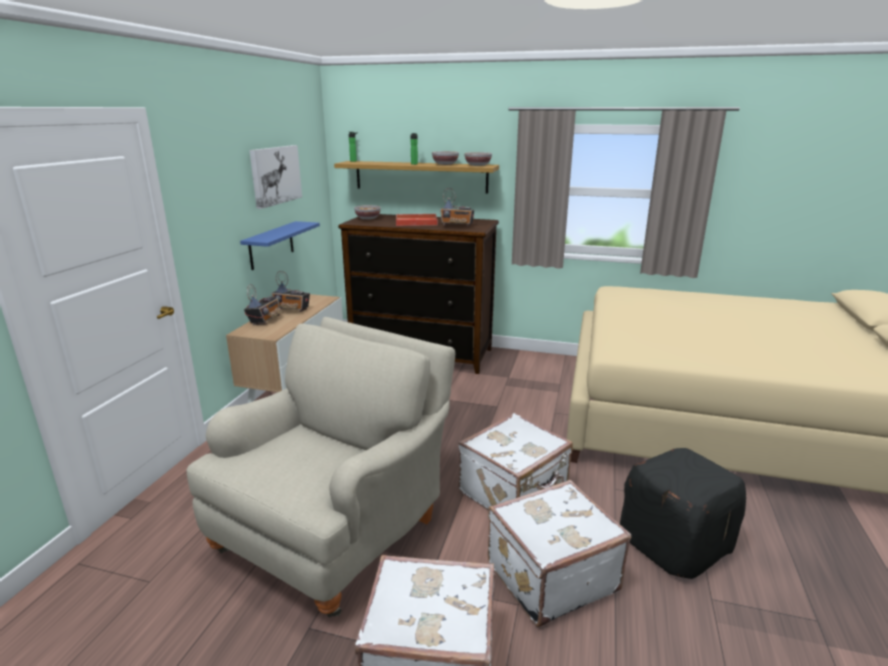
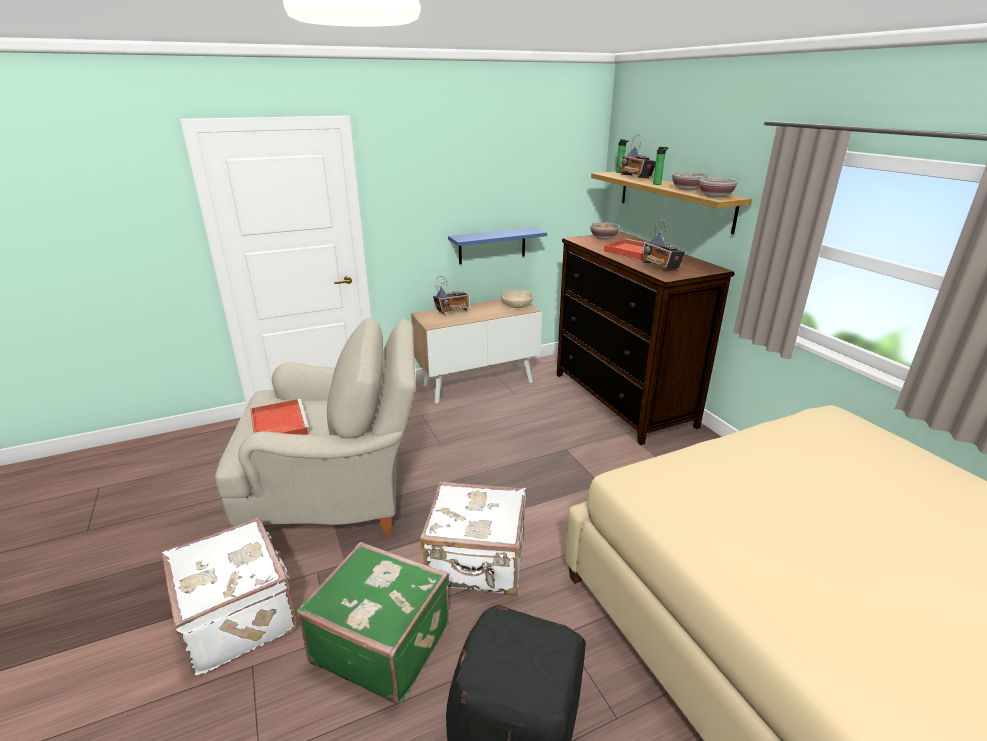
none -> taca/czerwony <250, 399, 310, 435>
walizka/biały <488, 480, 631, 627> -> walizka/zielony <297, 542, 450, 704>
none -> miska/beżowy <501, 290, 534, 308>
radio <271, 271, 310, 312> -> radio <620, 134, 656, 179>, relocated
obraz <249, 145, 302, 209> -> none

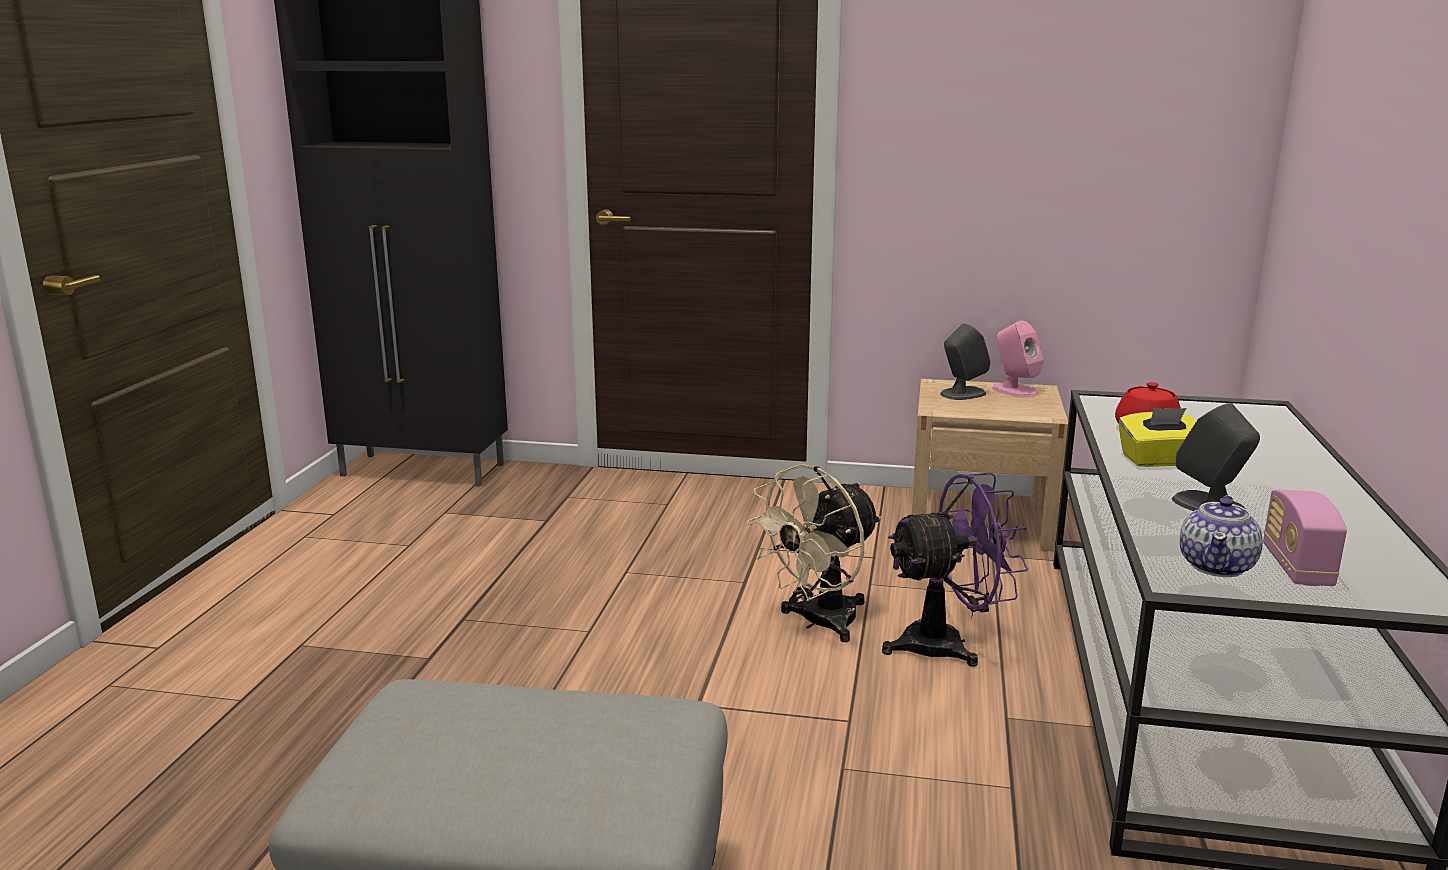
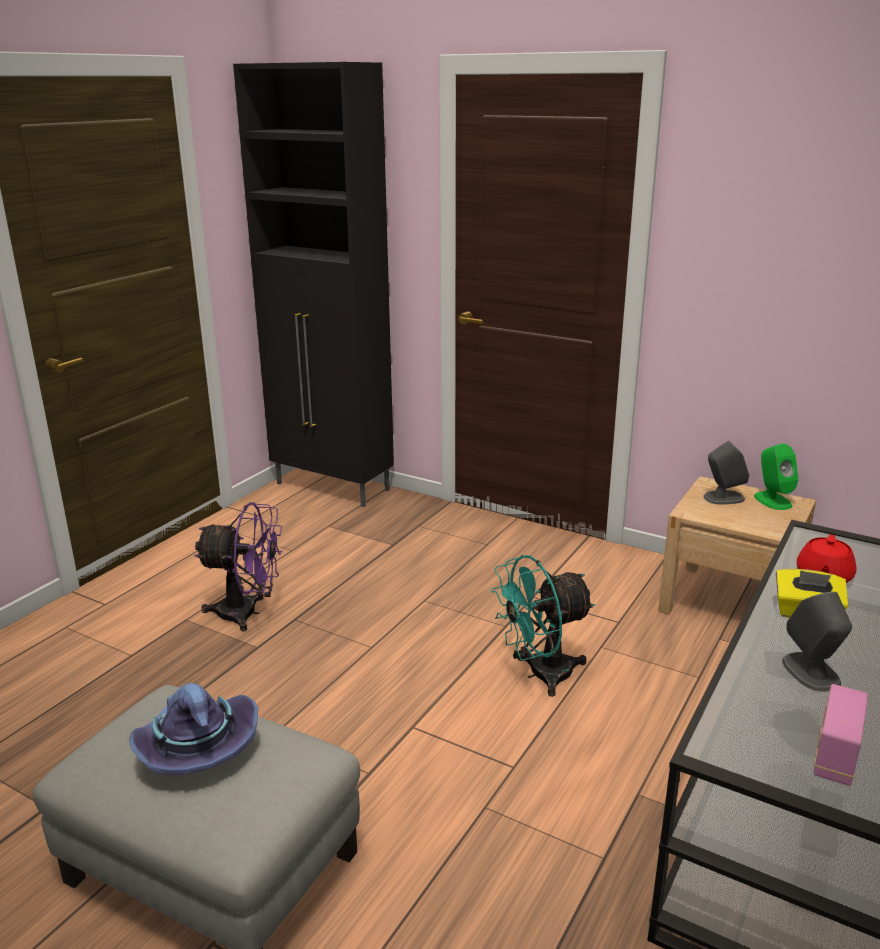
none -> kapelusz/fioletowy <129, 683, 258, 775>
wentylator/fioletowy <882, 473, 1028, 667> -> wentylator/fioletowy <194, 502, 283, 631>, relocated
wentylator/beżowy <747, 464, 881, 642> -> wentylator/turkusowy <491, 555, 595, 697>
głośnik/różowy <992, 321, 1043, 398> -> głośnik/zielony <754, 444, 799, 510>
imbryk <1180, 495, 1263, 577> -> none

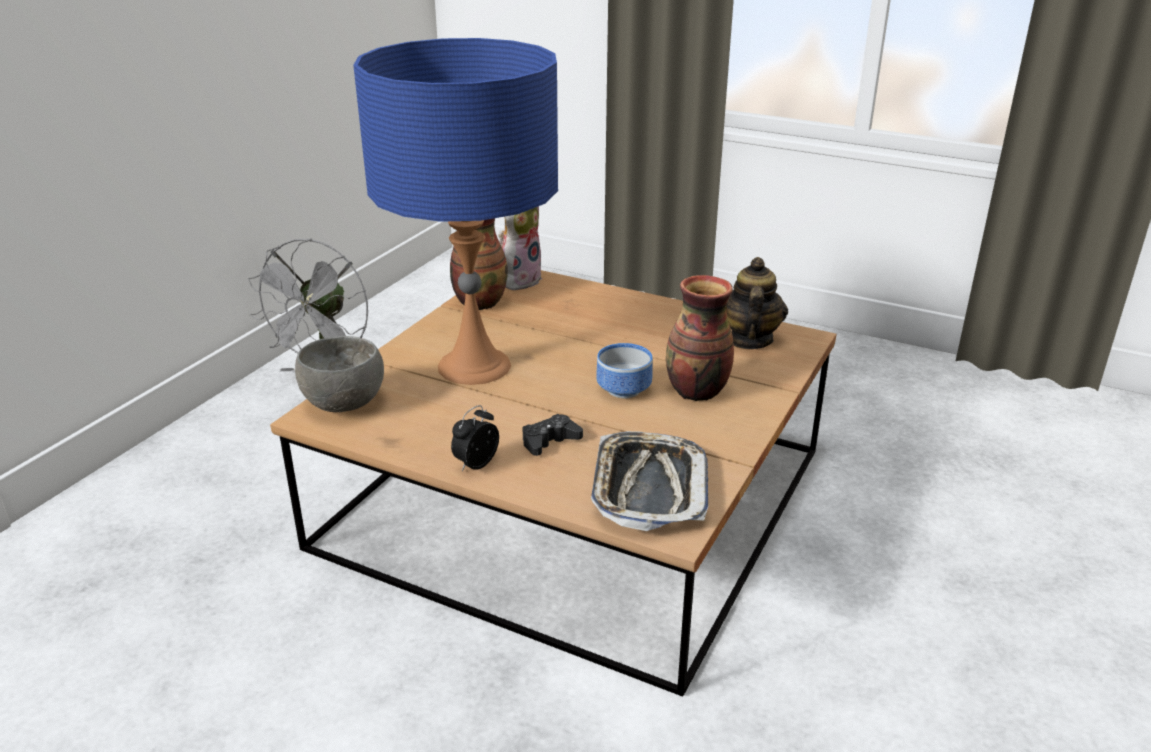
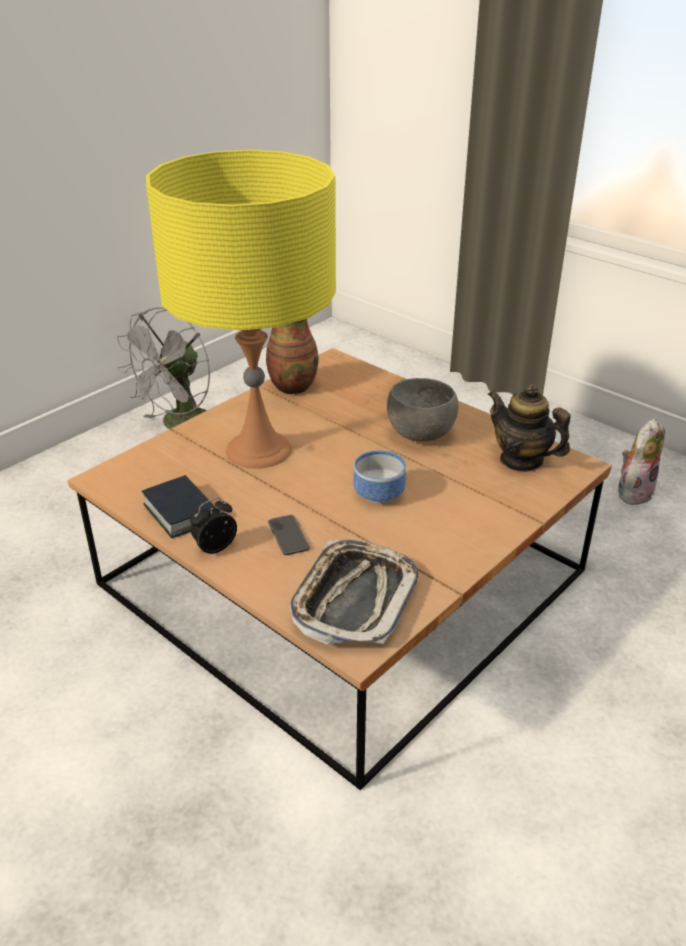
none -> książka <142, 475, 216, 539>
lampa stołowa/niebieski <353, 38, 558, 385> -> lampa stołowa/żółty <146, 150, 336, 469>
pad do gier/czarny <522, 414, 583, 456> -> telefon <268, 515, 310, 555>
miska/szary <295, 336, 384, 412> -> miska/szary <387, 378, 459, 441>, relocated
imbryk <727, 257, 788, 349> -> imbryk <488, 384, 571, 472>, 75 degrees counterclockwise
pluszak <498, 206, 543, 291> -> pluszak <618, 419, 665, 506>, relocated
wazon <666, 275, 734, 401> -> none

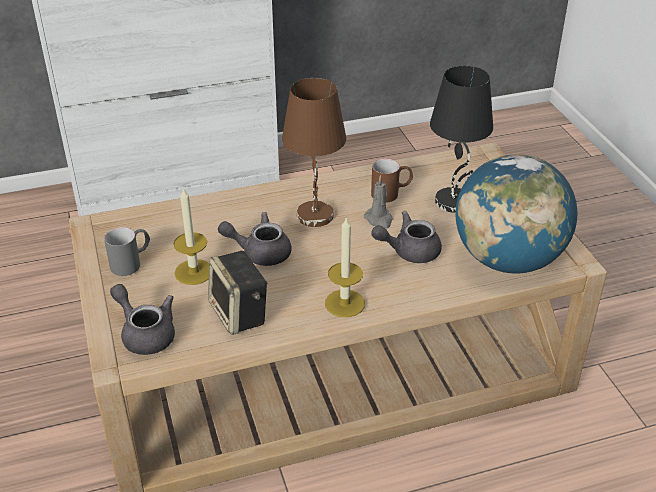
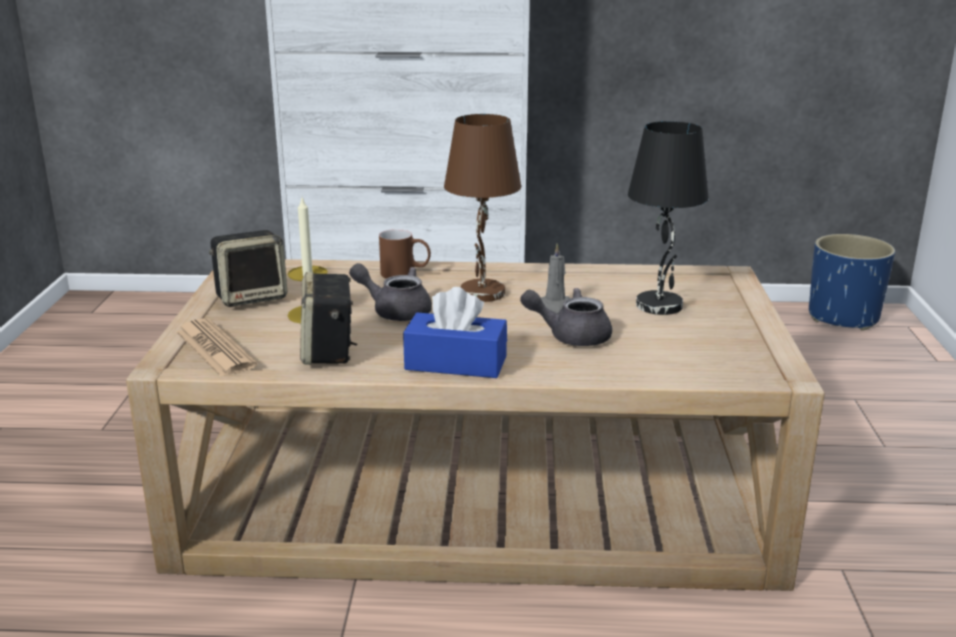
imbryk/szary <110, 284, 175, 355> -> gazeta <176, 318, 258, 377>
kubek/szary <104, 227, 150, 276> -> głośnik <209, 230, 287, 307>
kubek/brązowy <371, 159, 413, 203> -> kubek/brązowy <379, 229, 431, 279>, relocated
świeca <325, 216, 365, 317> -> pudełko chusteczek/niebieski <403, 287, 507, 378>
none -> donica/niebieski <809, 234, 895, 331>
globus <456, 154, 577, 274> -> none

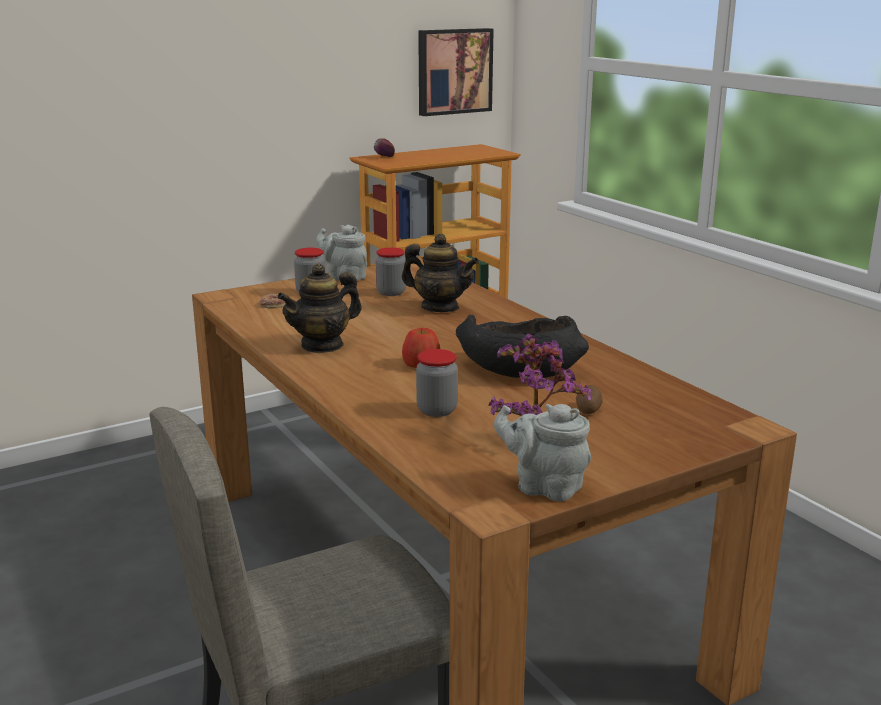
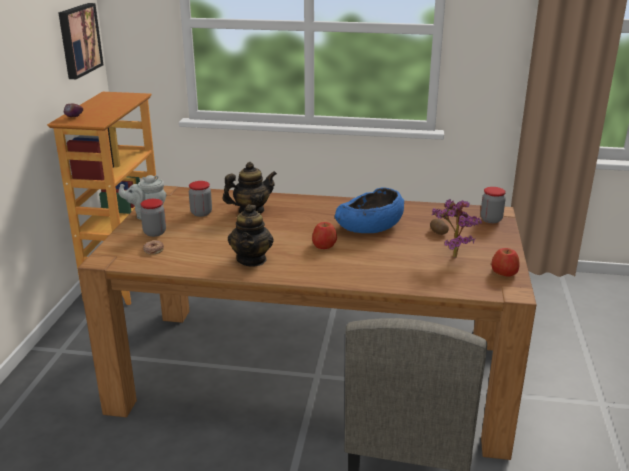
miska/czarny <456, 315, 589, 378> -> miska/niebieski <335, 187, 404, 233>
słoik <416, 349, 458, 417> -> słoik <481, 187, 506, 223>, relocated
imbryk/szary <494, 404, 591, 502> -> jabłko <491, 248, 520, 277>

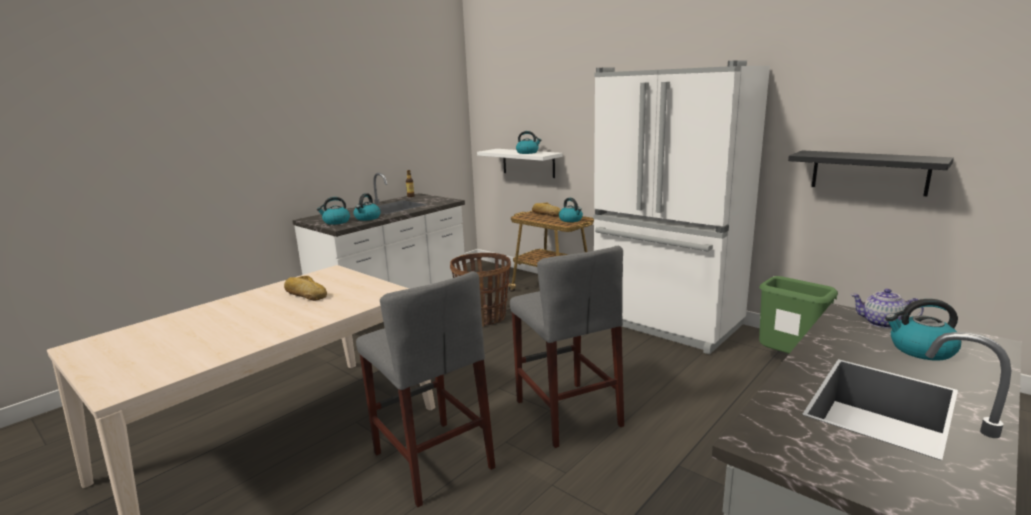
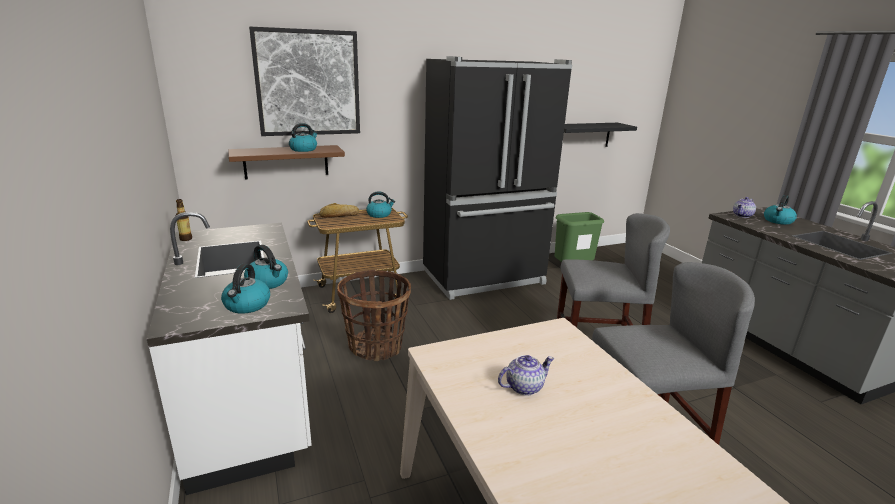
półka/biały <477, 149, 562, 178> -> półka/brązowy <229, 145, 345, 180>
none -> obraz <249, 27, 360, 136>
lodówka/biały <594, 60, 770, 354> -> lodówka/czarny <423, 56, 572, 300>
chleb <284, 276, 327, 301> -> imbryk <498, 355, 554, 396>

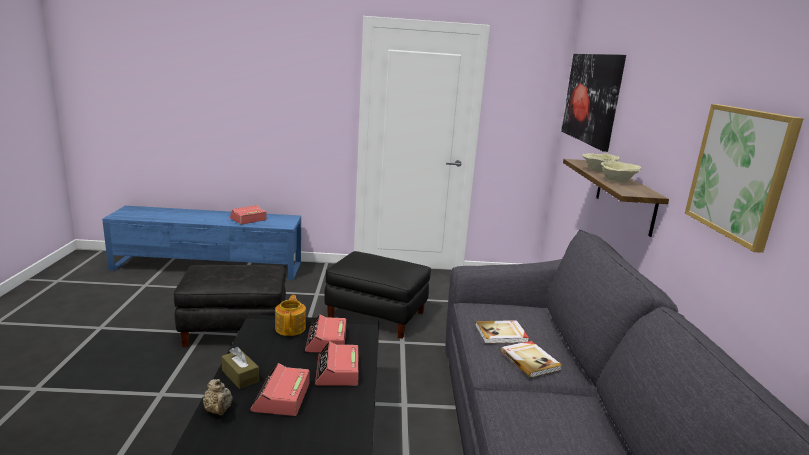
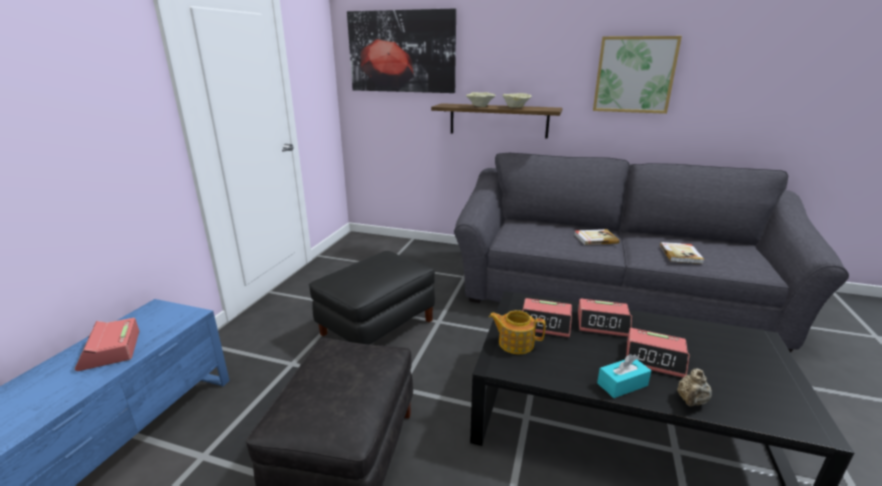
pudełko chusteczek/brązowy <221, 347, 259, 389> -> pudełko chusteczek/turkusowy <597, 354, 651, 398>
książka <475, 320, 529, 344> -> książka <660, 242, 705, 264>, relocated
imbryk/beżowy <203, 379, 233, 415> -> imbryk/beżowy <677, 368, 712, 407>, 135 degrees clockwise

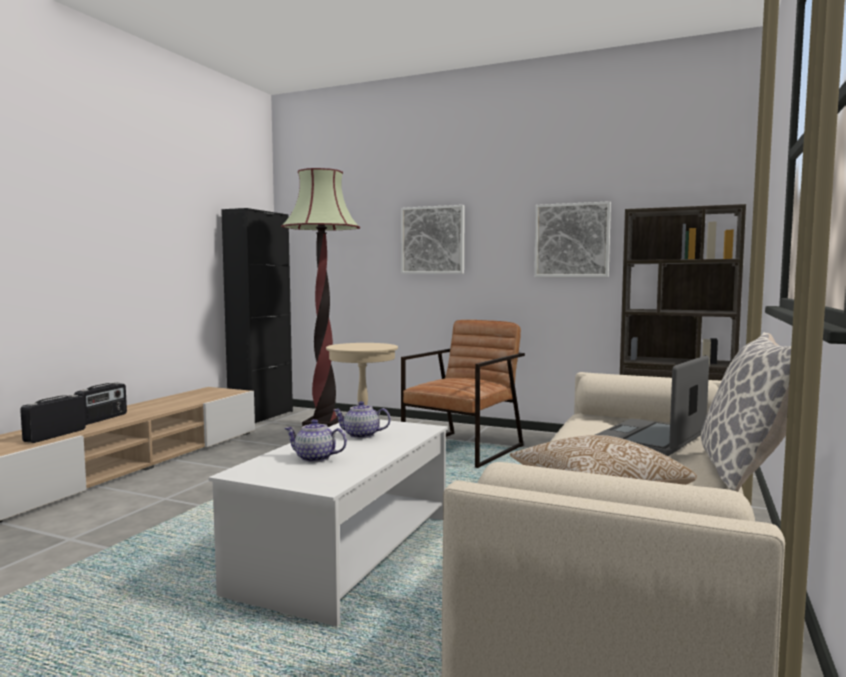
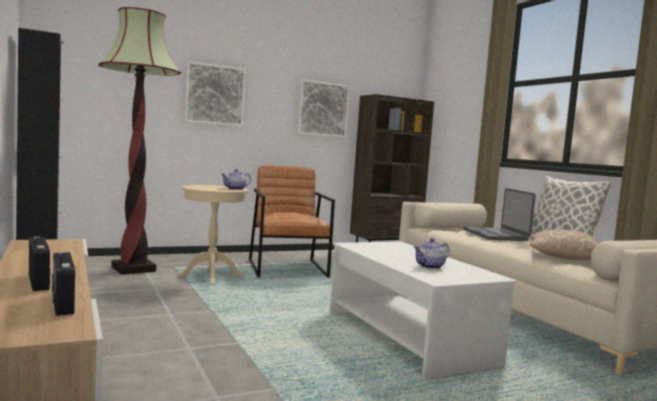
imbryk <333, 401, 391, 439> -> imbryk <221, 169, 251, 190>, relocated

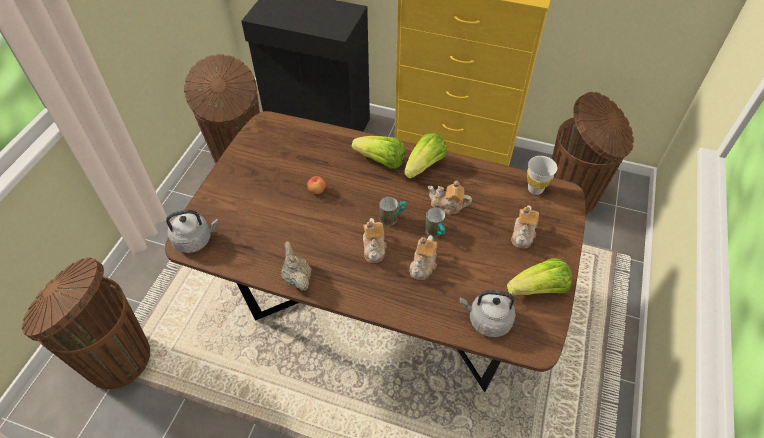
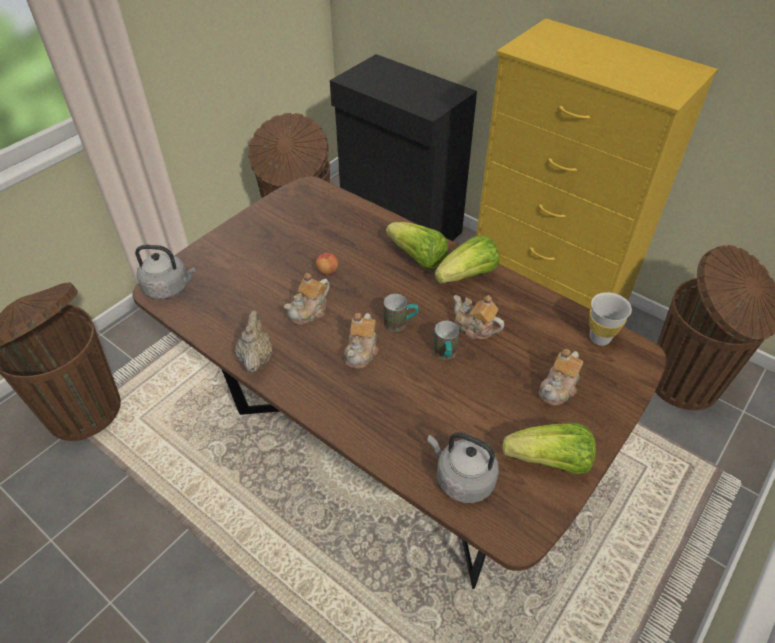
imbryk <410, 235, 437, 280> -> imbryk <284, 273, 330, 325>, relocated

